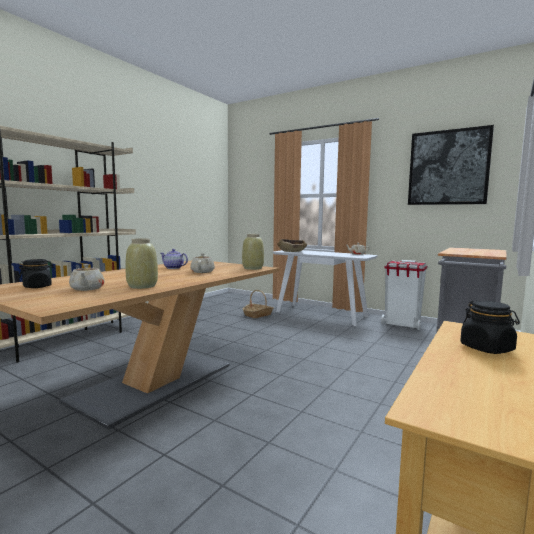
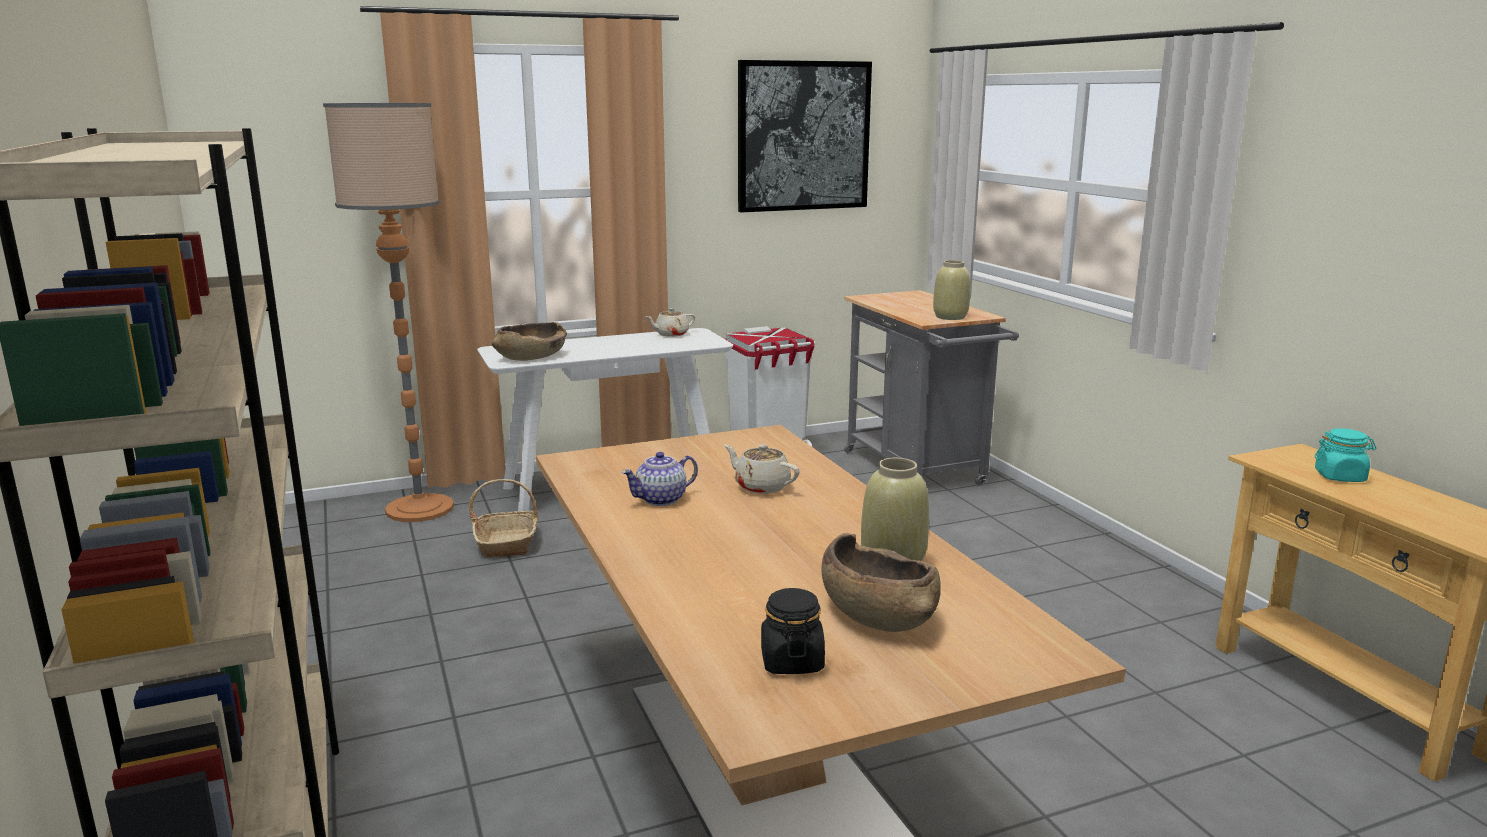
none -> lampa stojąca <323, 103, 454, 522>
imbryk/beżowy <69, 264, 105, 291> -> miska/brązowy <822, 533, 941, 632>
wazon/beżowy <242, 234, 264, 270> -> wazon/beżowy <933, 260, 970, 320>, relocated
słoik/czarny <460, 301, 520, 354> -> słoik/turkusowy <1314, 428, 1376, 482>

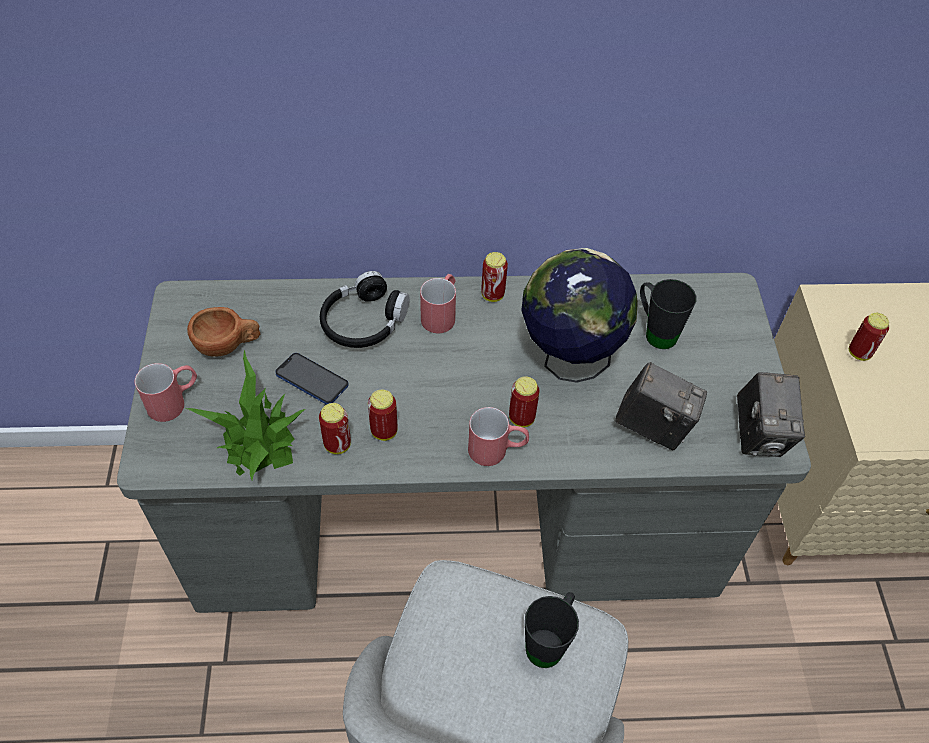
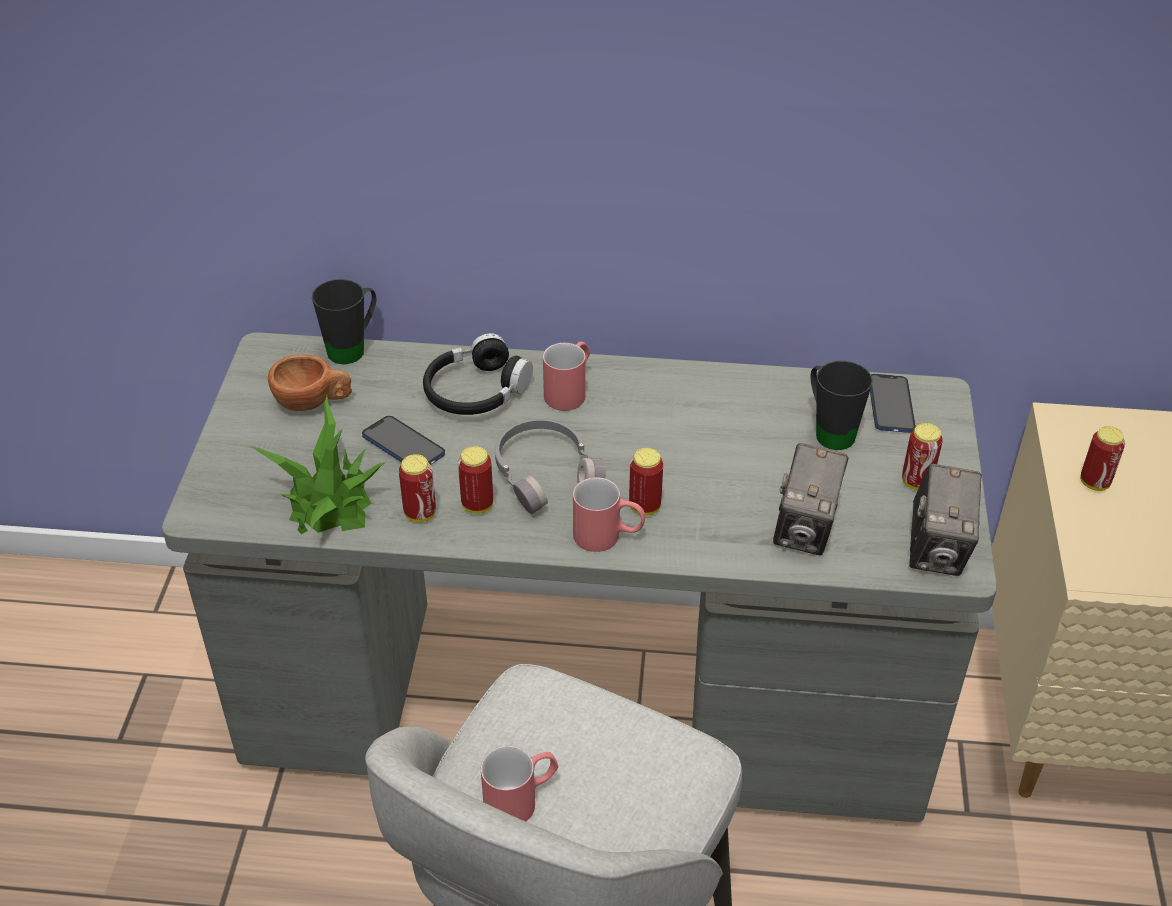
kubek/czarny <525, 592, 579, 668> -> kubek/czarny <312, 279, 376, 364>, relocated
kubek/czerwony <135, 363, 197, 422> -> kubek/czerwony <481, 746, 558, 822>, relocated
none -> słuchawki/szary <495, 419, 606, 514>
aparat fotograficzny <615, 362, 707, 450> -> aparat fotograficzny <773, 443, 849, 555>, 75 degrees clockwise
none -> telefon <870, 374, 916, 433>
puszka <481, 252, 508, 302> -> puszka <902, 423, 943, 490>, relocated
globus <521, 248, 638, 383> -> none

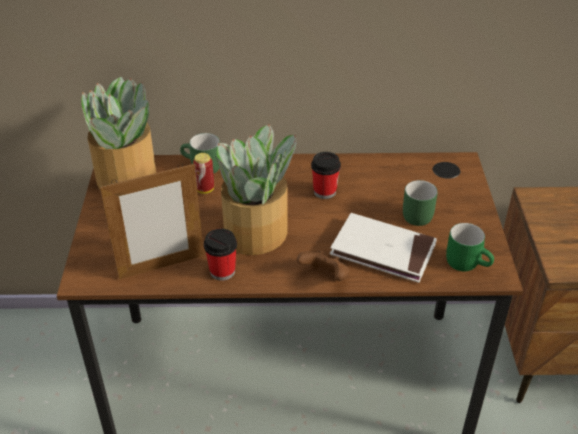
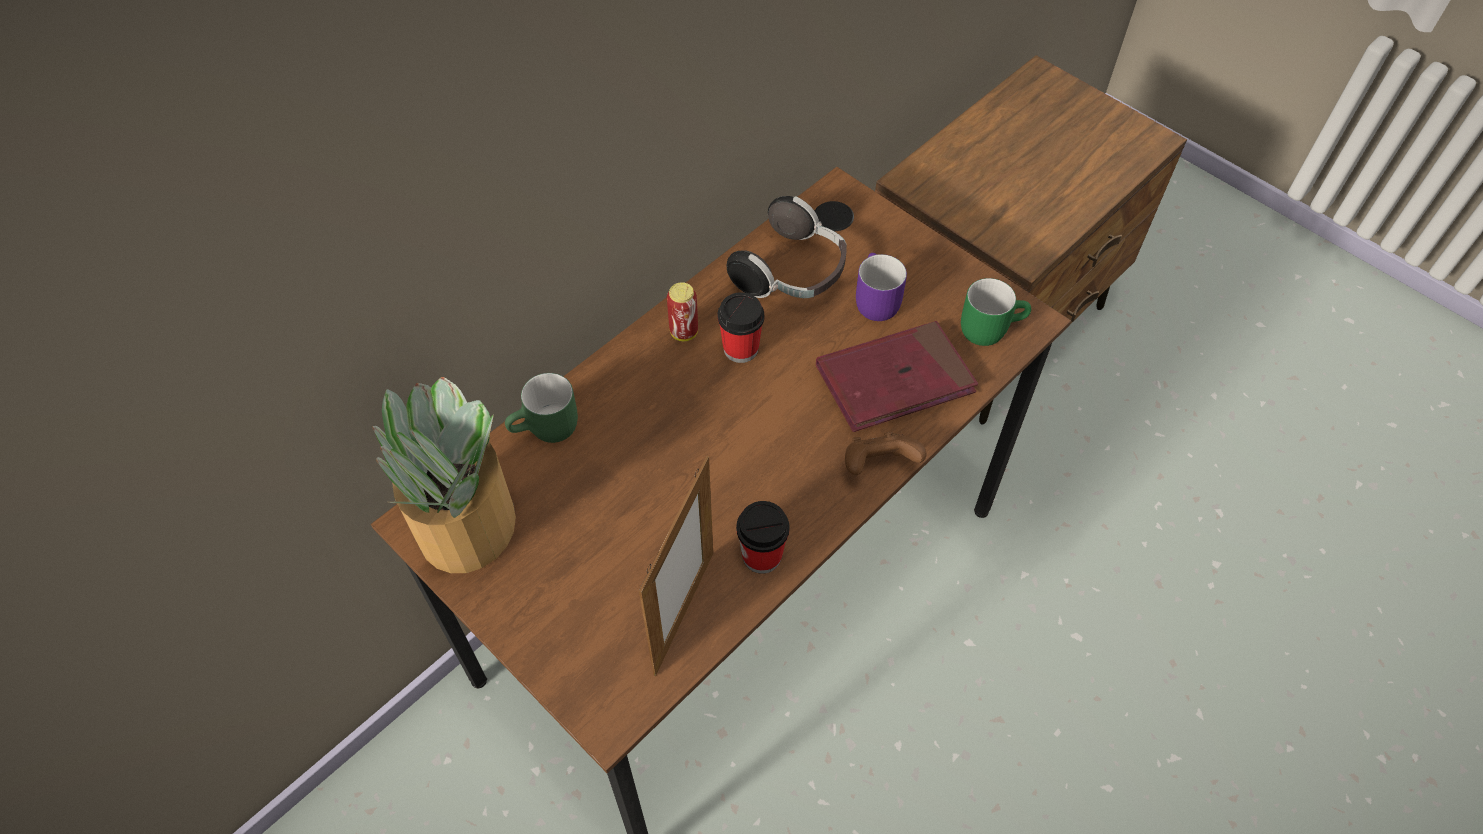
puszka <193, 153, 214, 194> -> puszka <667, 282, 698, 341>, relocated
none -> słuchawki <727, 196, 847, 298>
książka/biały <330, 213, 437, 283> -> książka/czerwony <816, 321, 978, 432>
kubek/zielony <403, 180, 438, 226> -> kubek/fioletowy <856, 253, 907, 321>
roślina doniczkowa <215, 124, 296, 255> -> none

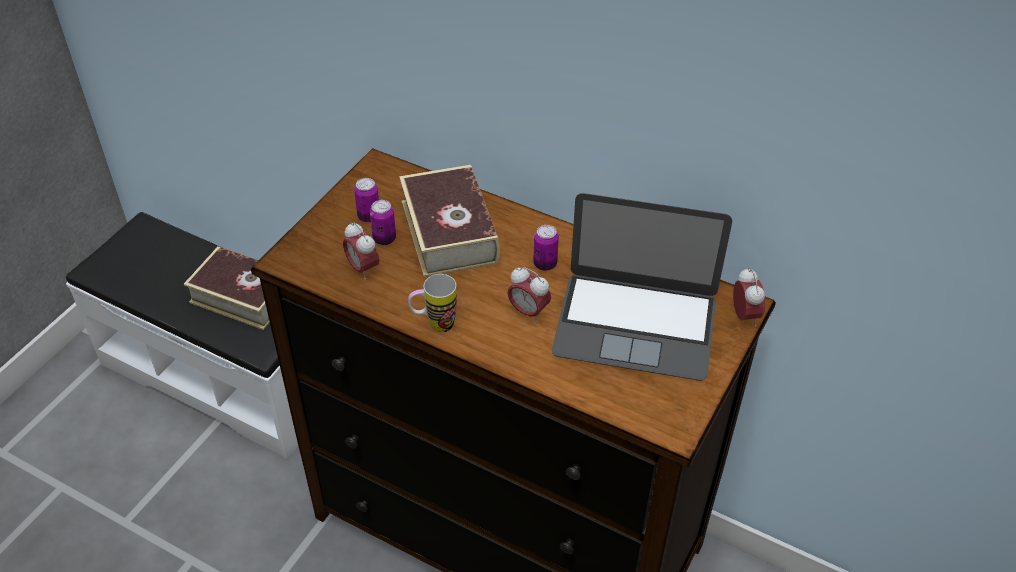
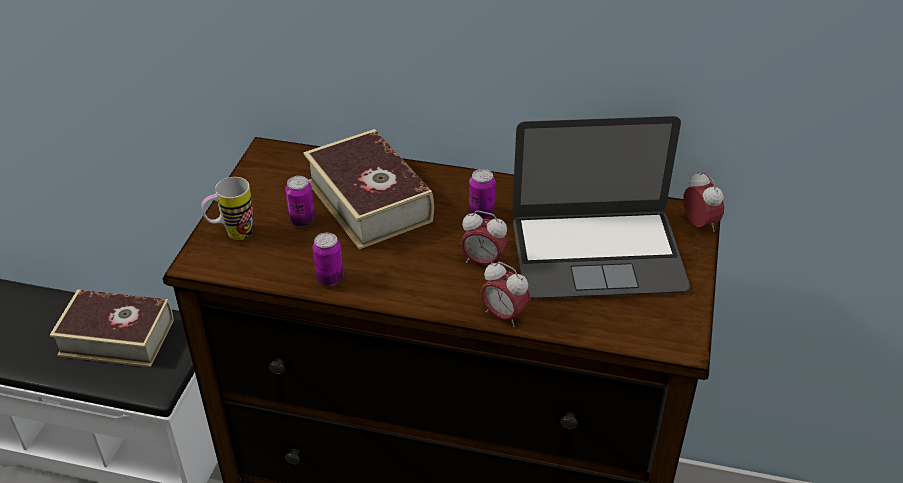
kubek <408, 274, 457, 332> -> kubek <201, 177, 253, 240>, relocated
puszka <354, 178, 379, 223> -> puszka <312, 233, 344, 286>, relocated
budzik <343, 222, 379, 280> -> budzik <481, 262, 530, 327>, relocated

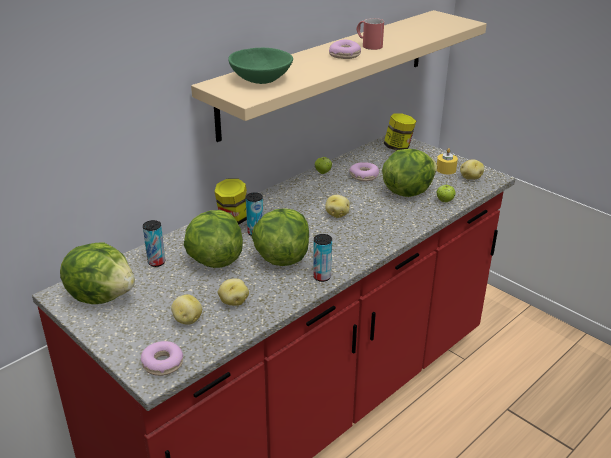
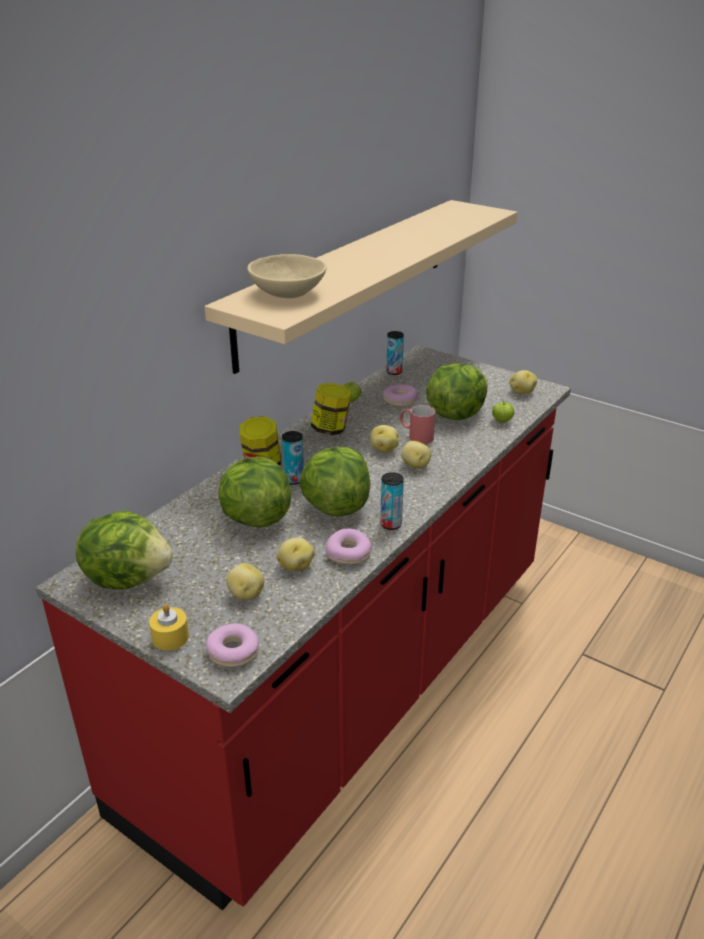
świeca/żółty <437, 148, 458, 174> -> świeca/żółty <149, 604, 189, 650>, relocated
miska/zielony <228, 48, 293, 84> -> miska/beżowy <247, 254, 327, 298>
słoik <384, 113, 416, 151> -> słoik <310, 383, 352, 435>, relocated
donut <329, 40, 361, 59> -> donut <326, 528, 372, 565>, relocated
puszka <143, 220, 165, 267> -> puszka <386, 331, 404, 375>, relocated
kubek/czerwony <356, 18, 384, 50> -> kubek/czerwony <399, 405, 435, 444>, relocated
none -> ziemniak <401, 441, 431, 469>

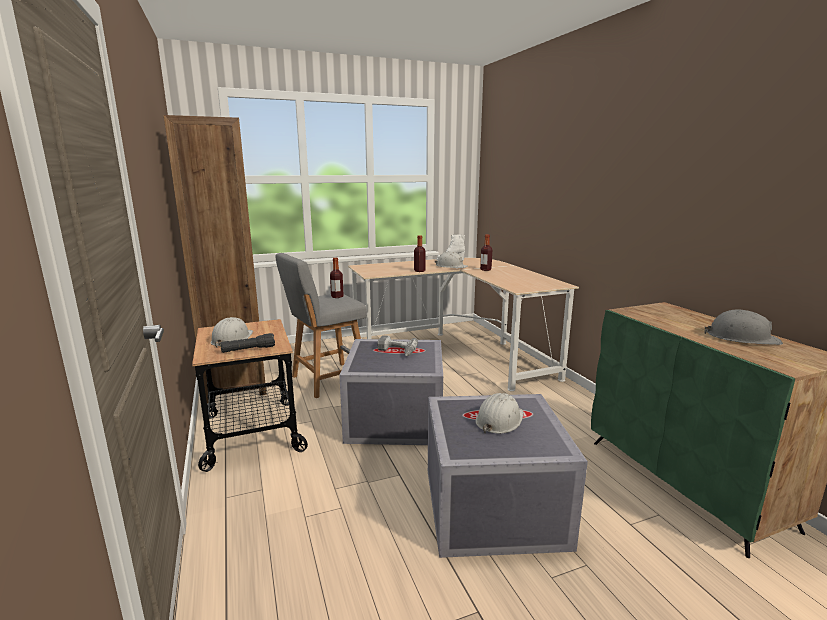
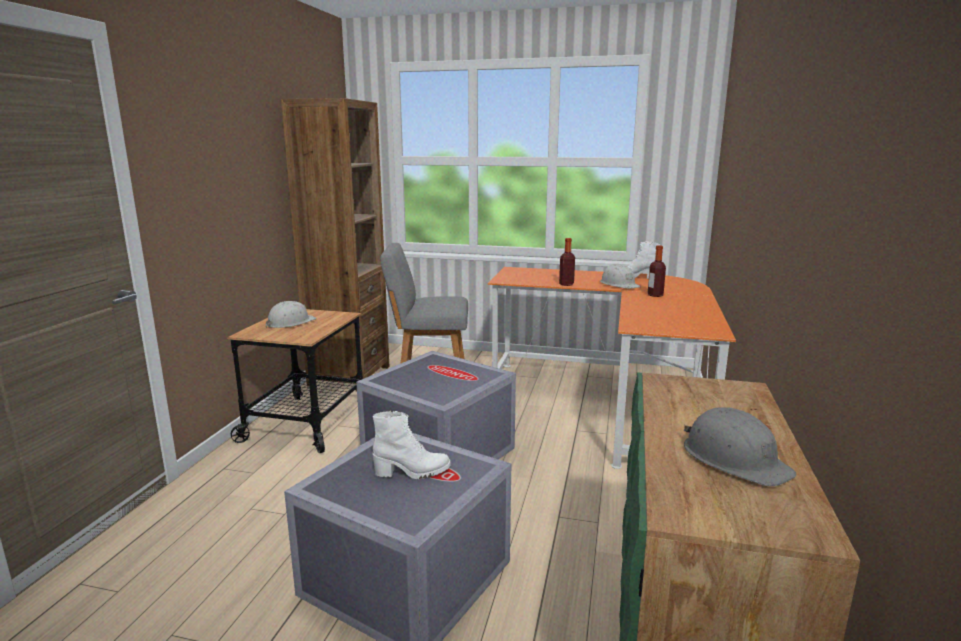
kask/biały <475, 393, 524, 434> -> but z cholewką/biały <373, 411, 451, 479>
biurko/beżowy <348, 258, 579, 391> -> biurko/pomarańczowy <488, 267, 736, 469>
latarka/czarny <220, 333, 275, 353> -> none
butelka <330, 258, 344, 298> -> none
wiertarka <377, 335, 418, 356> -> none

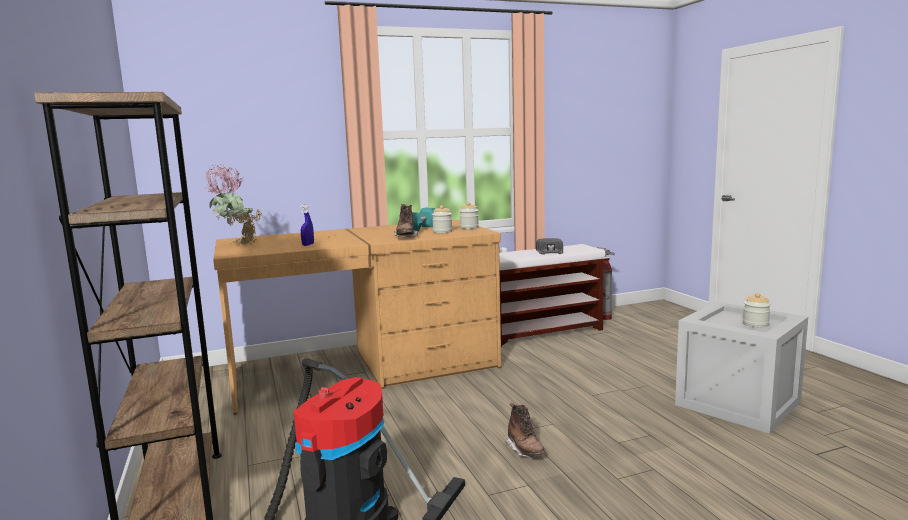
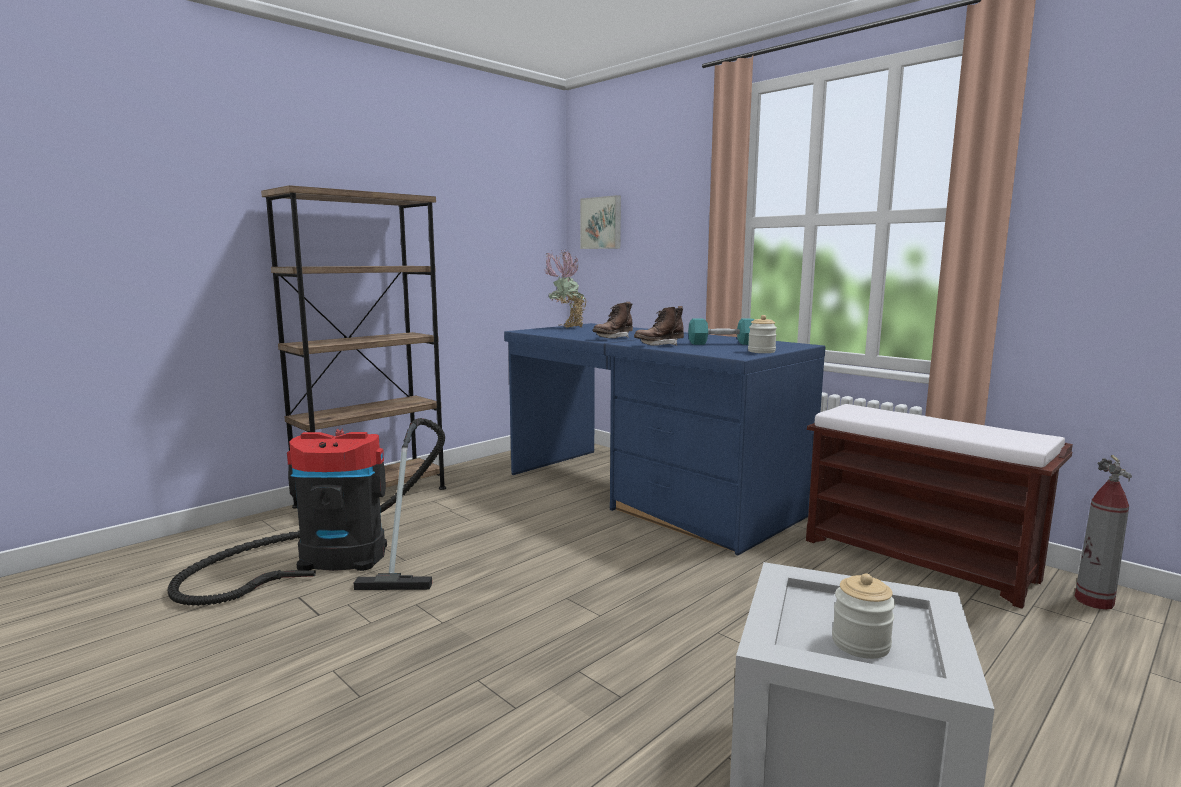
biurko/brązowy <213, 220, 501, 415> -> biurko/niebieski <504, 323, 826, 556>
none -> obraz <580, 195, 621, 249>
but z cholewką/brązowy <505, 403, 545, 457> -> but z cholewką/brązowy <593, 302, 633, 338>, relocated
spryskiwacz/niebieski <300, 204, 314, 246> -> none
słoik <432, 205, 452, 233> -> none
czapka z daszkiem/czarny <536, 238, 563, 255> -> none

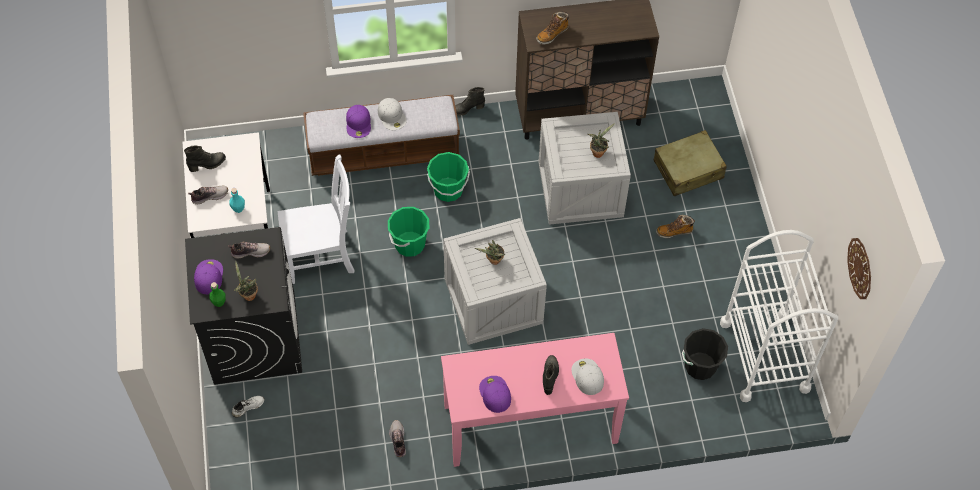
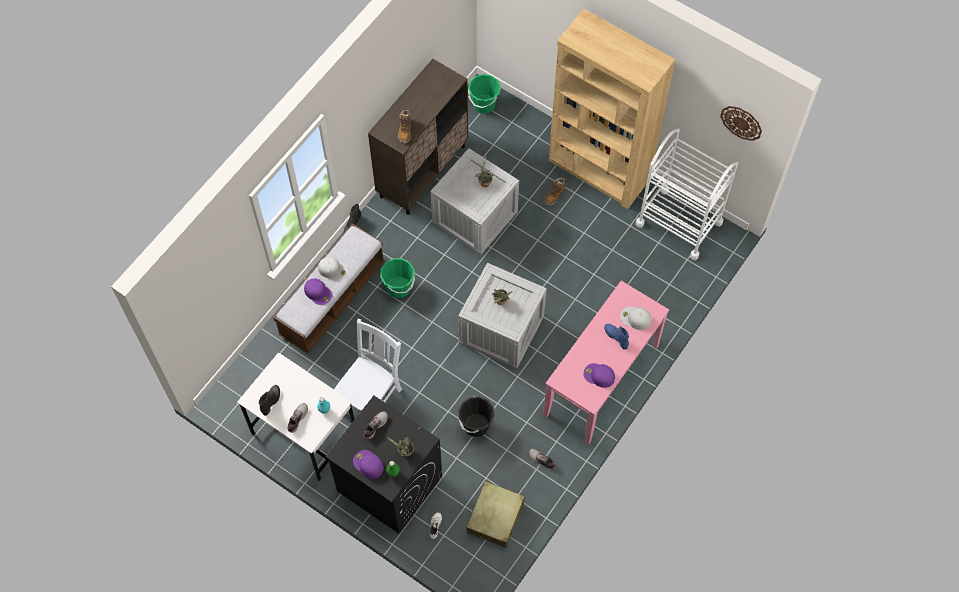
wiadro/czarny <682, 328, 728, 380> -> wiadro/czarny <458, 396, 495, 437>, relocated
walizka/beżowy <654, 130, 727, 196> -> walizka/beżowy <466, 481, 525, 548>, relocated
wiadro/zielony <388, 207, 430, 257> -> wiadro/zielony <468, 74, 501, 113>, relocated
none -> regał/brązowy <549, 9, 675, 209>
but z cholewką/czarny <543, 355, 559, 395> -> but z cholewką/niebieski <604, 324, 629, 350>

